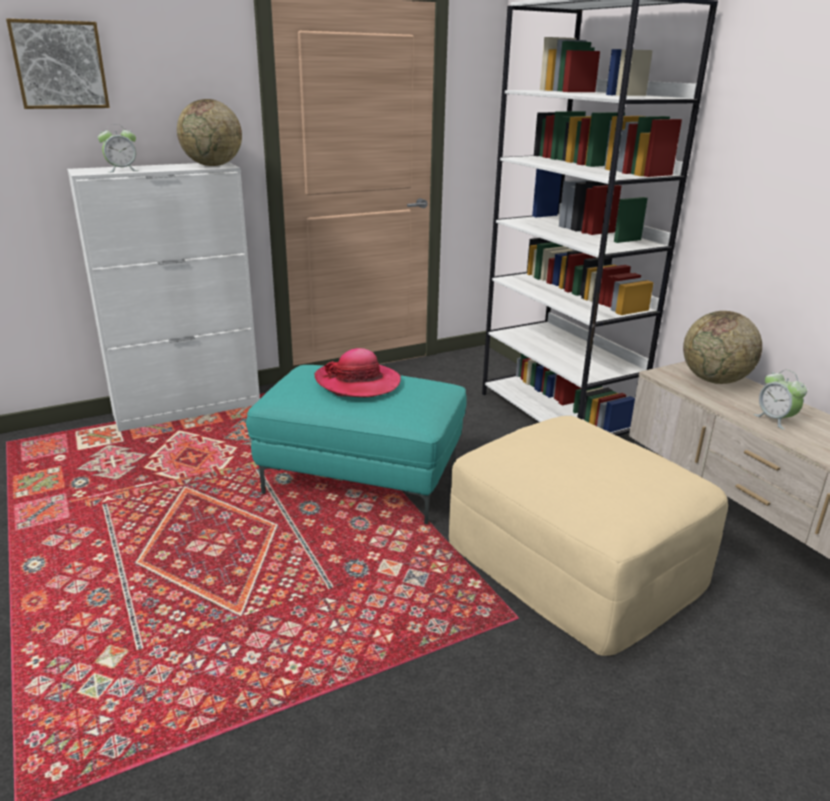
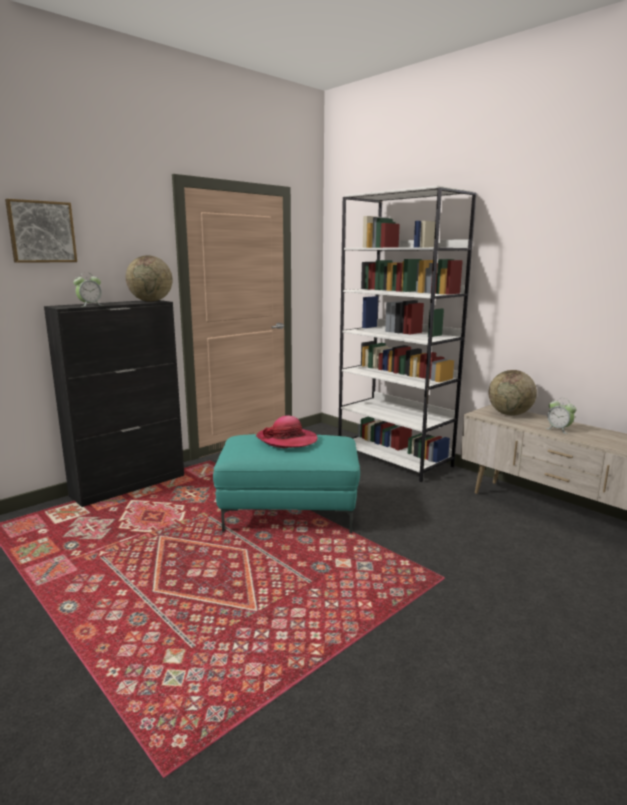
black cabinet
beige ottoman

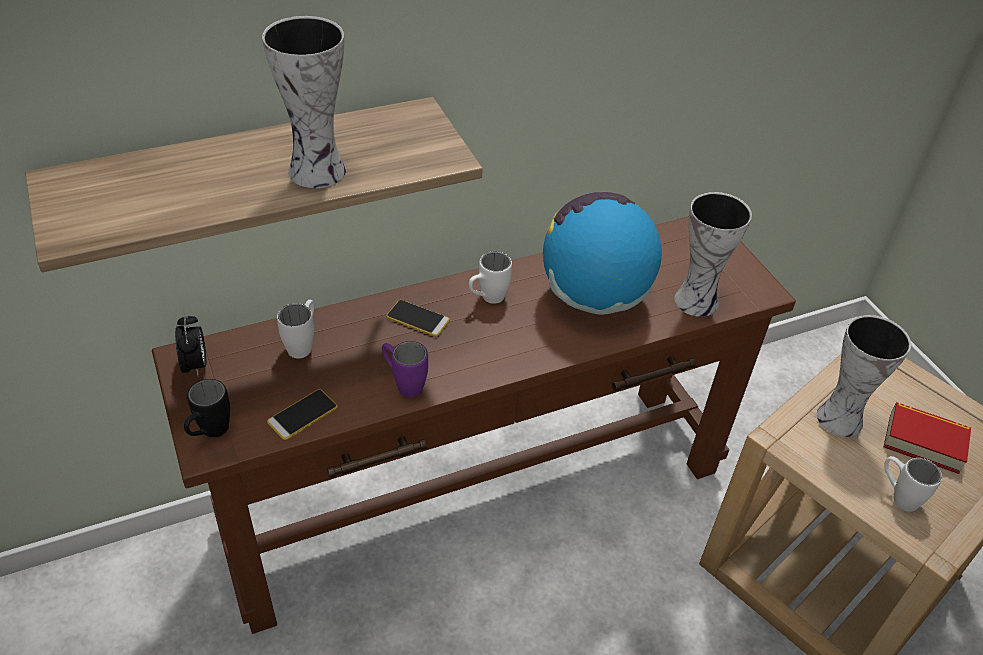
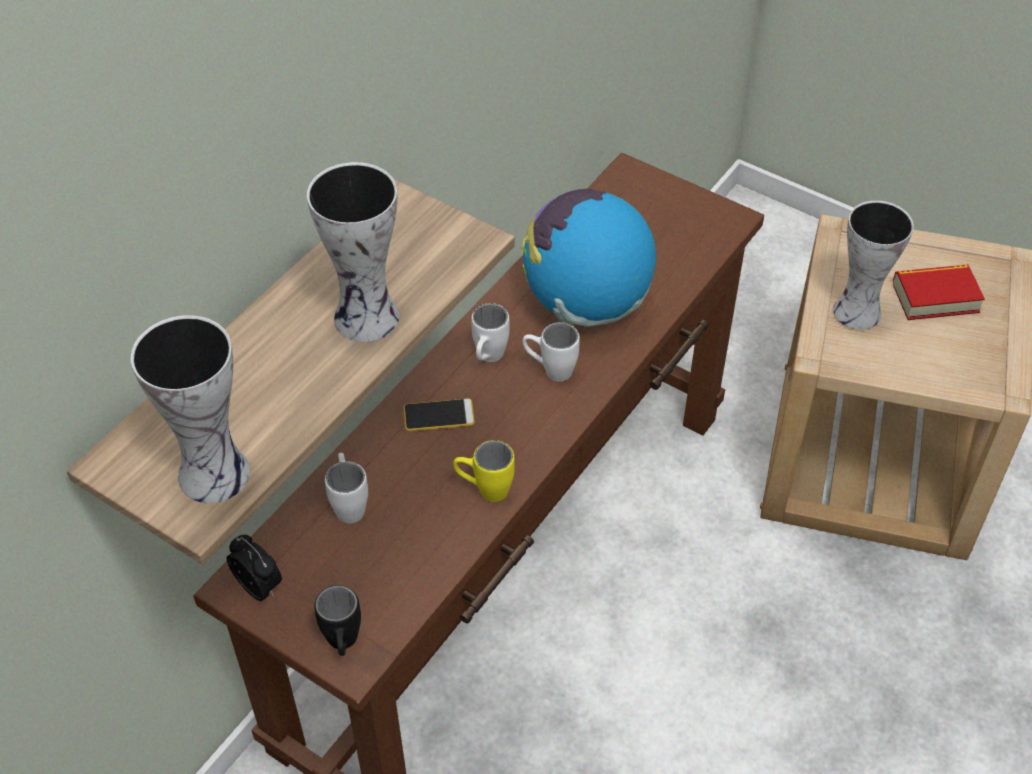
phone (1st from left in the first image)
yellow mug
vase (1st from left)
white mug (3rd from left)

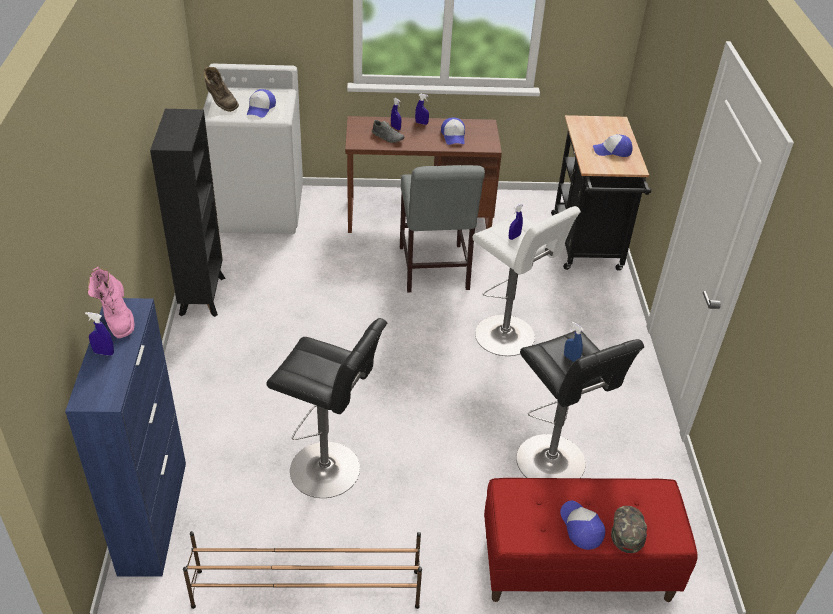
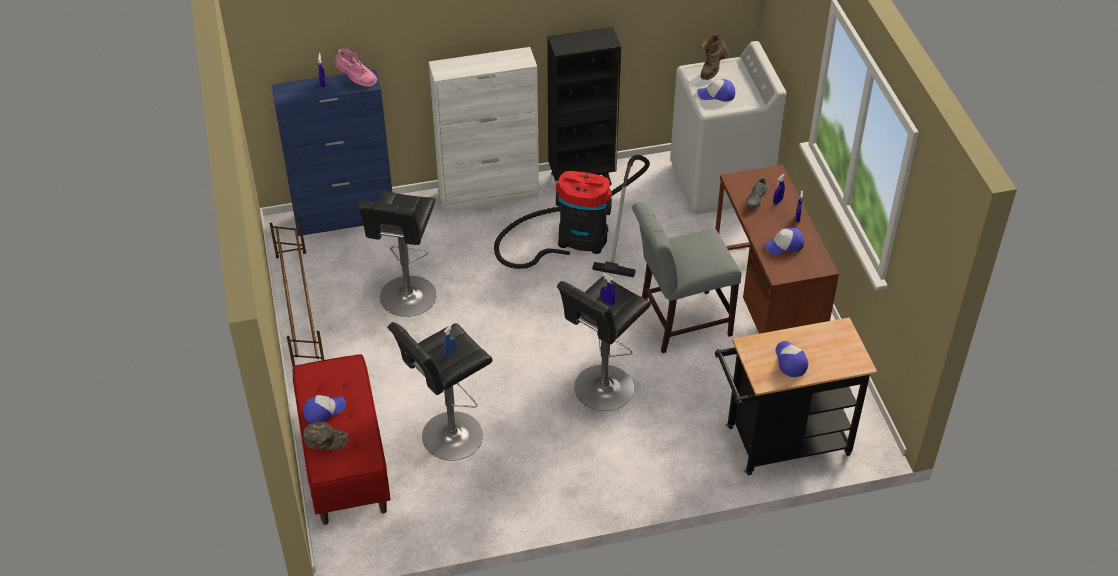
pink boot
black stool (3rd from left)
white cabinet
vacuum cleaner

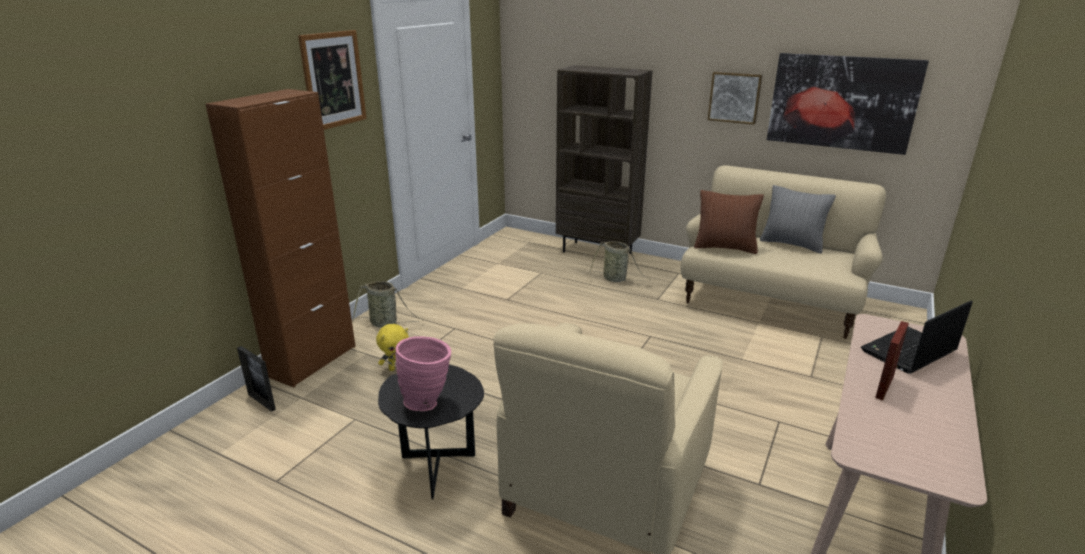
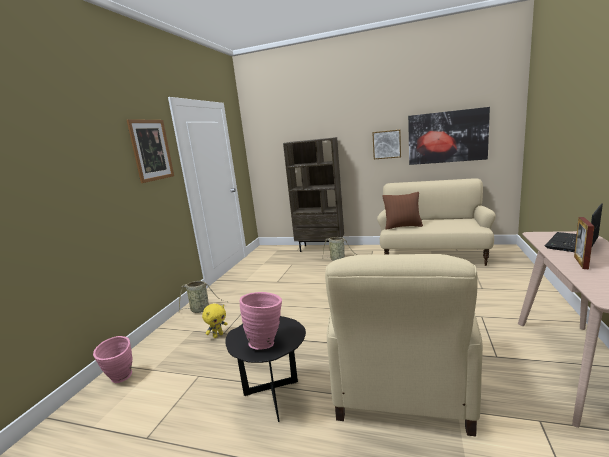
brown cabinet
pink vase (1st from left)
grey pillow

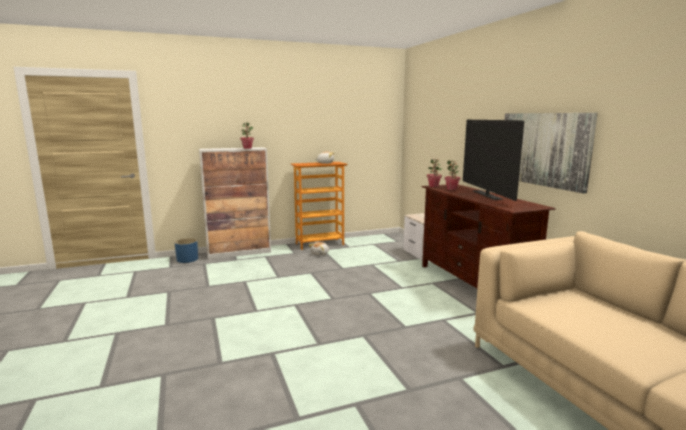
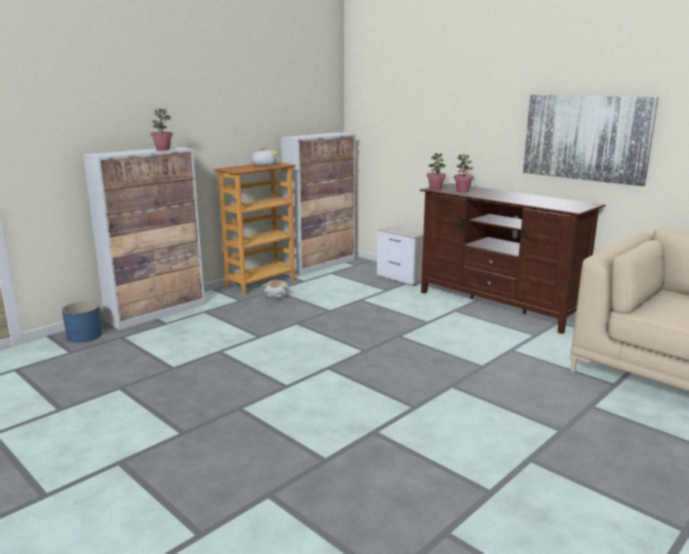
television
cabinet (2nd from left)

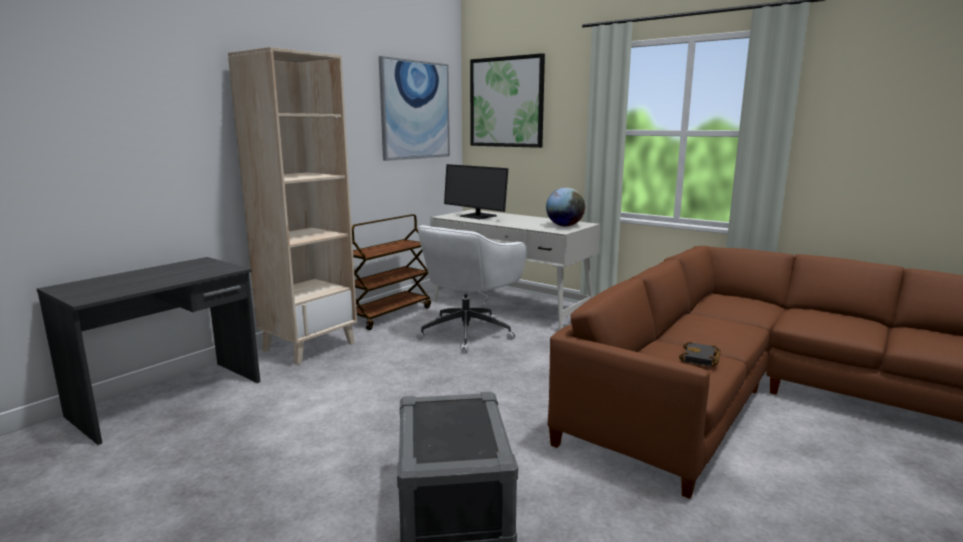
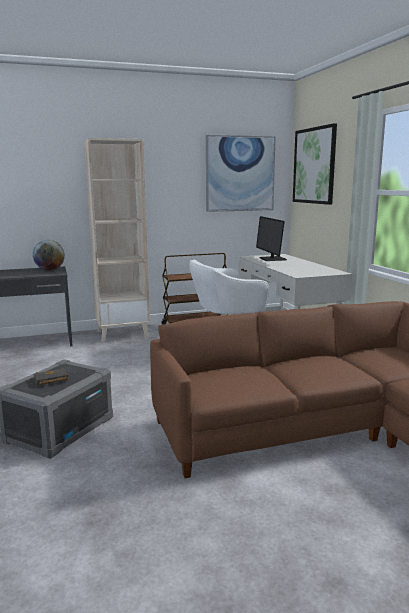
globe
black book

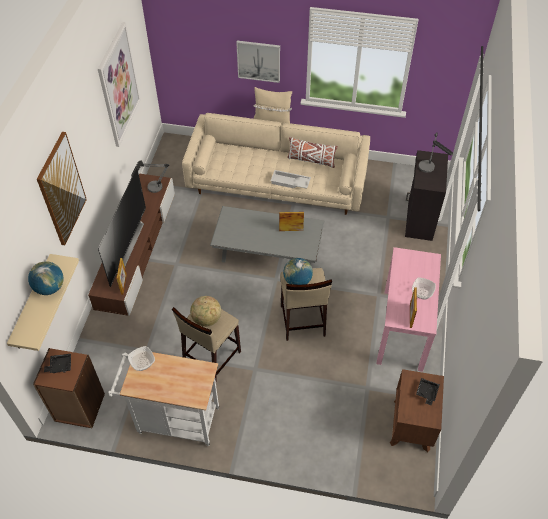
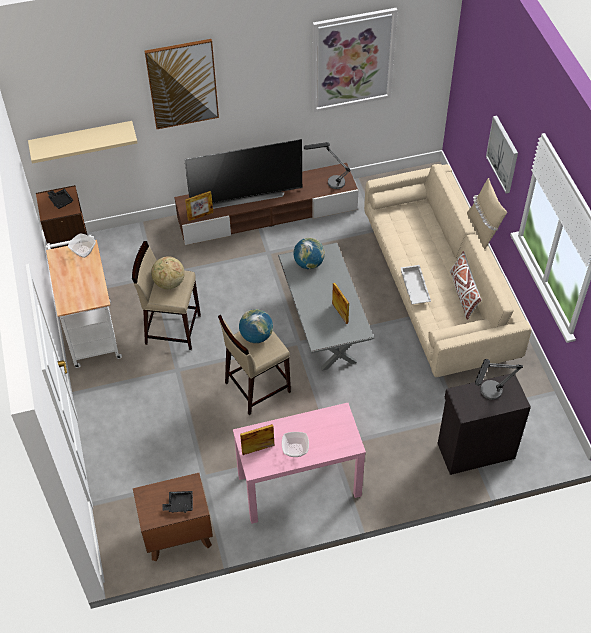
globe (3rd from left)

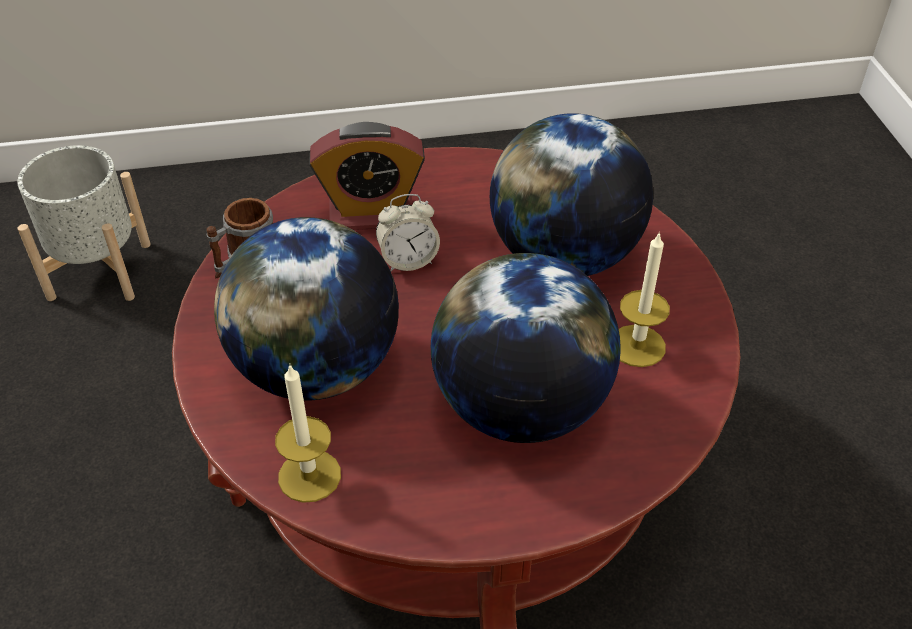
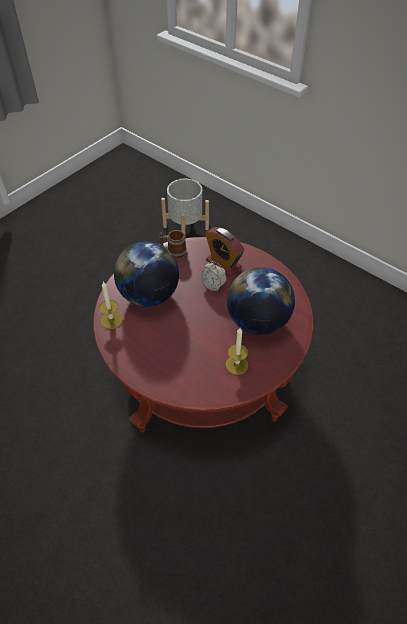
globe (2nd from left in the first image)

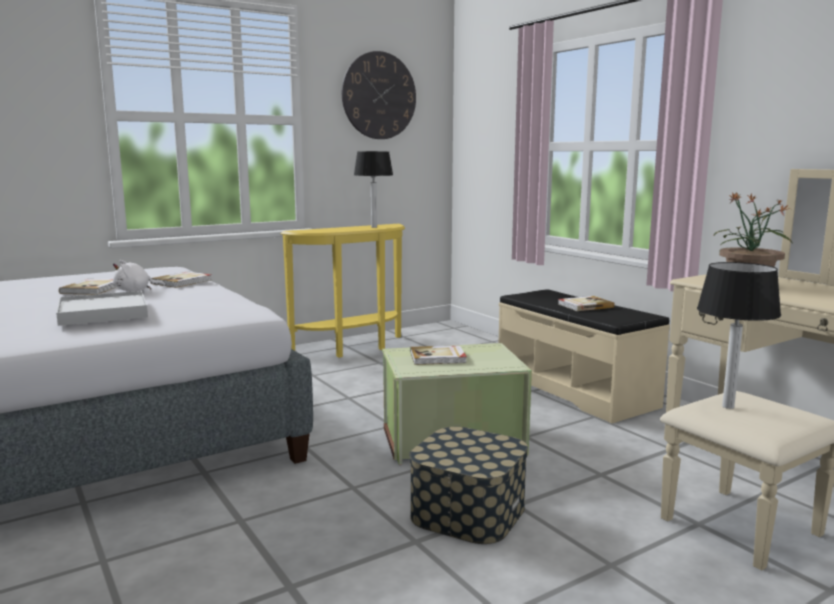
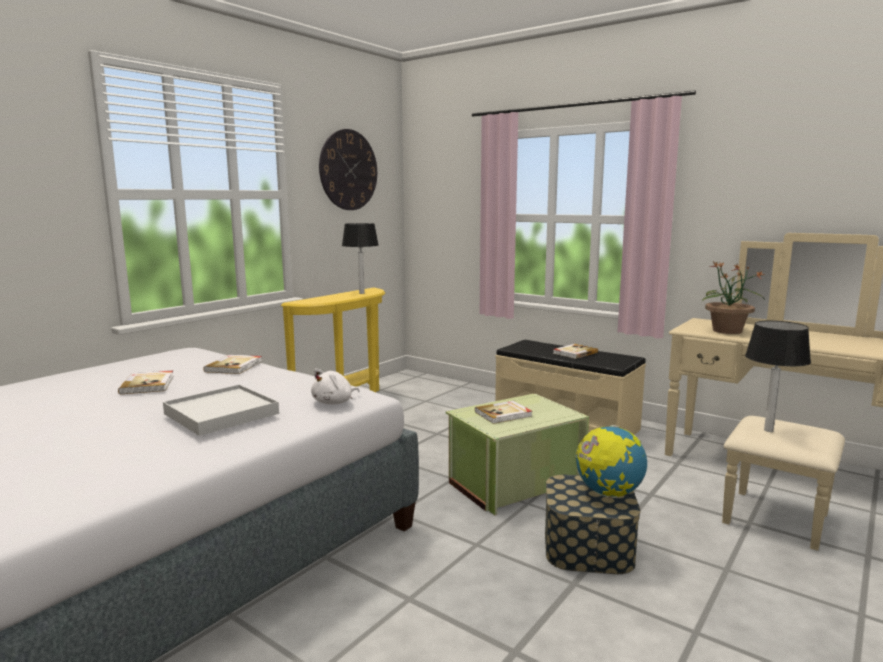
white plush toy
globe

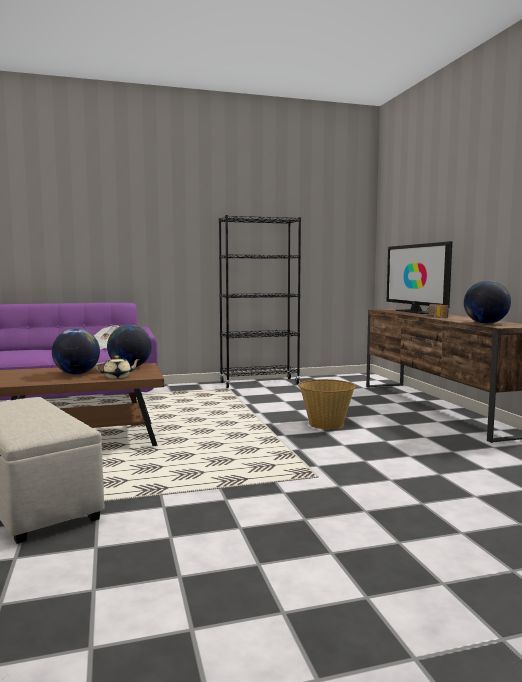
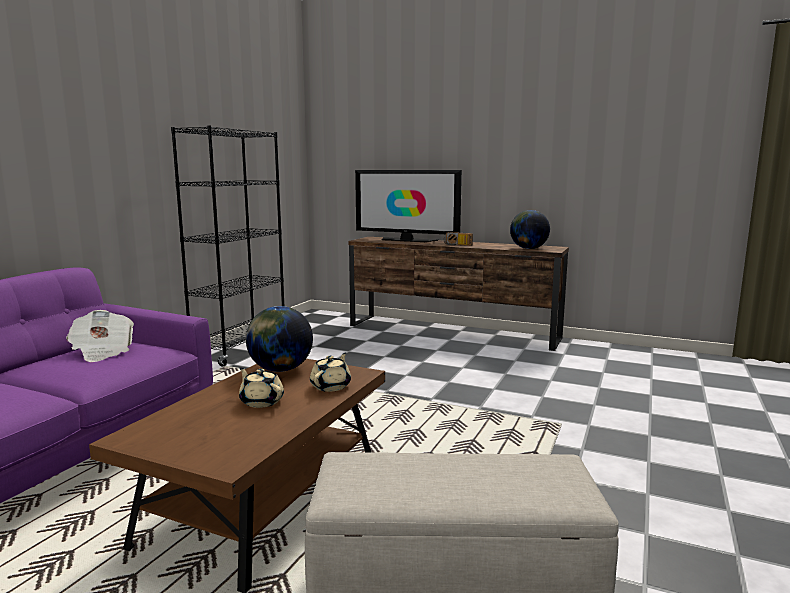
beige teapot (1st from left)
basket

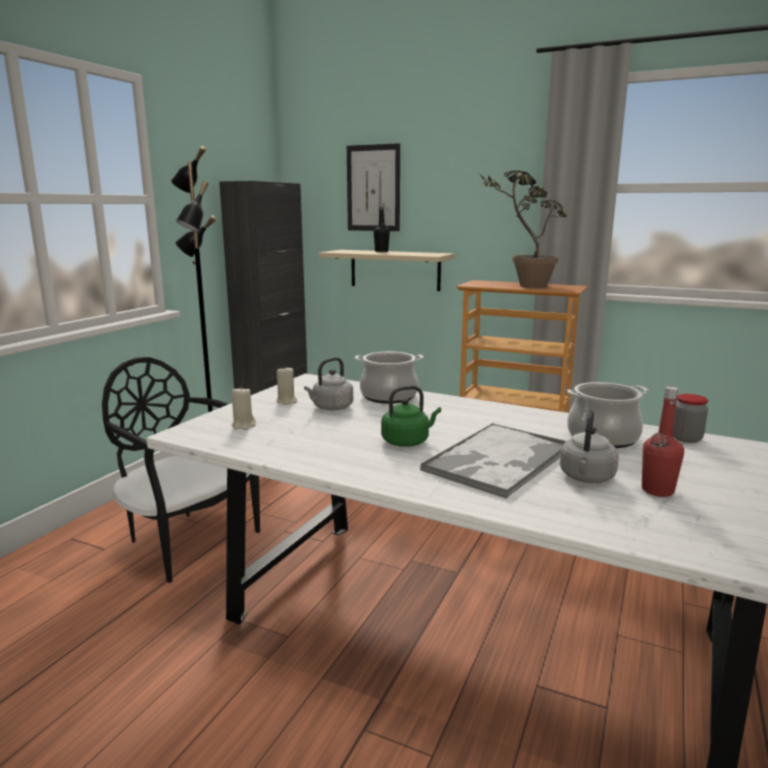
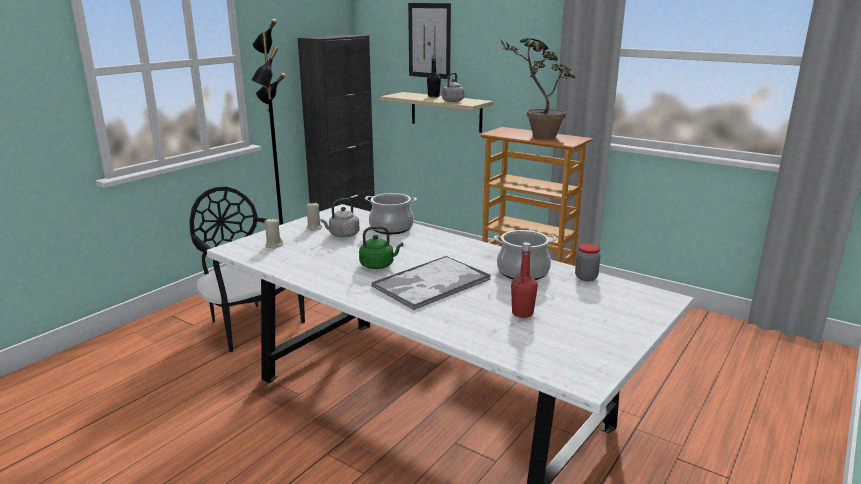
grey kettle (2nd from left)

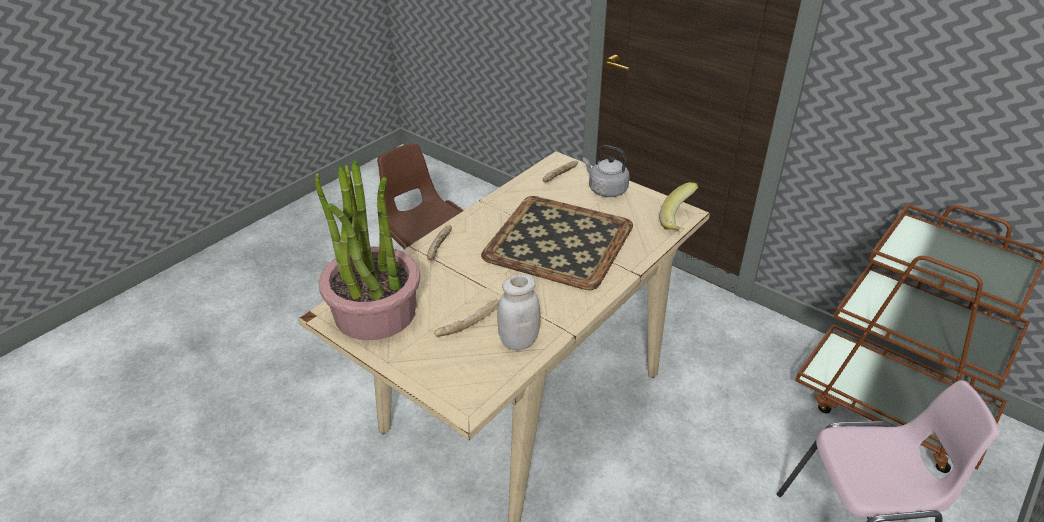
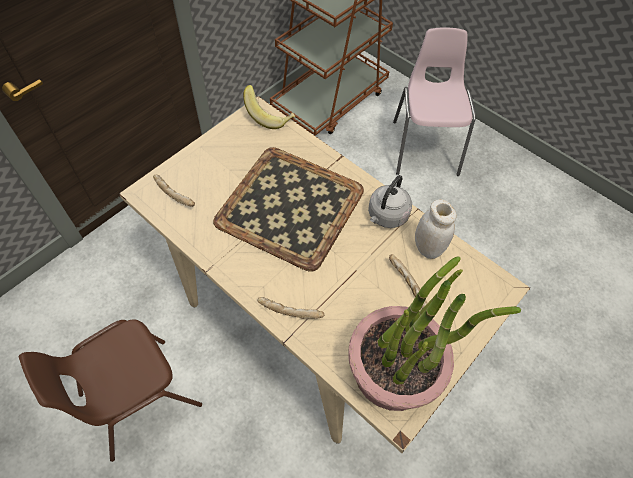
grey kettle

